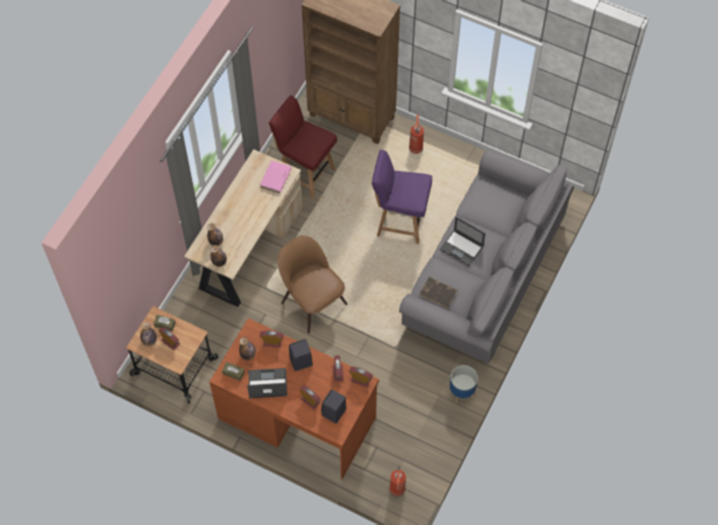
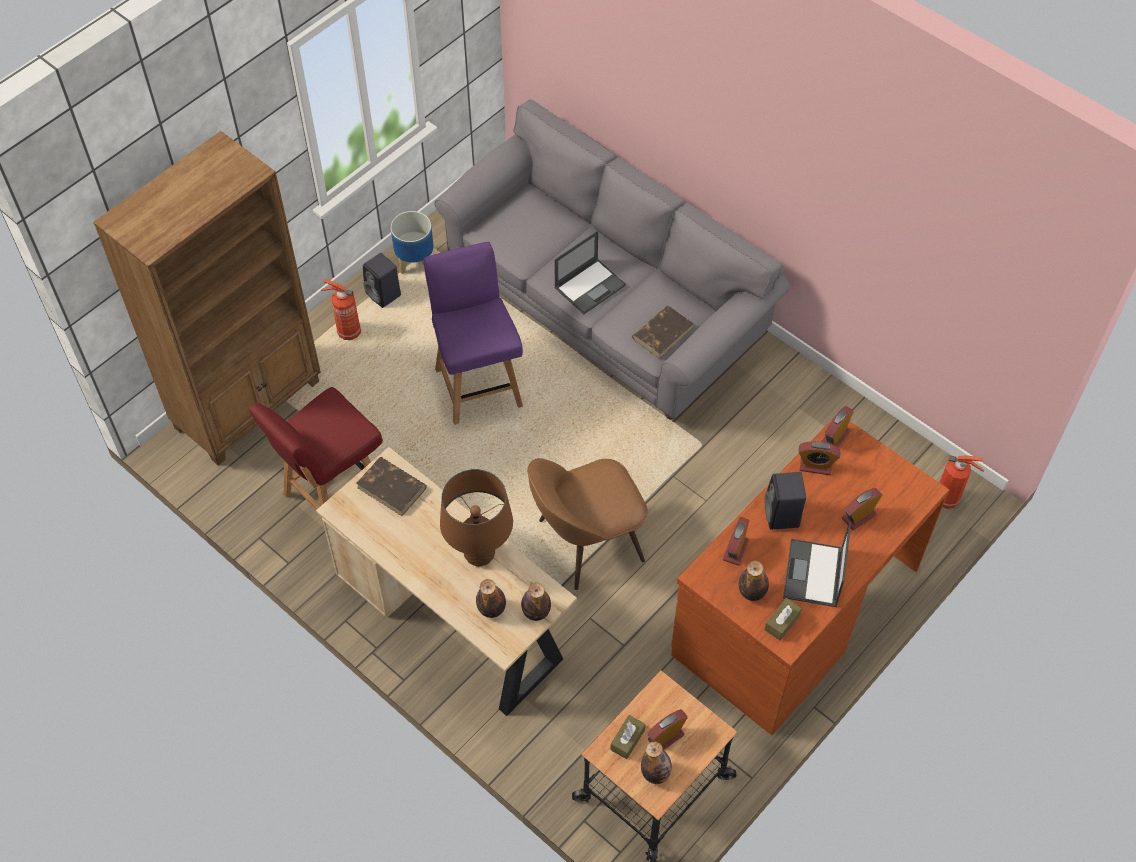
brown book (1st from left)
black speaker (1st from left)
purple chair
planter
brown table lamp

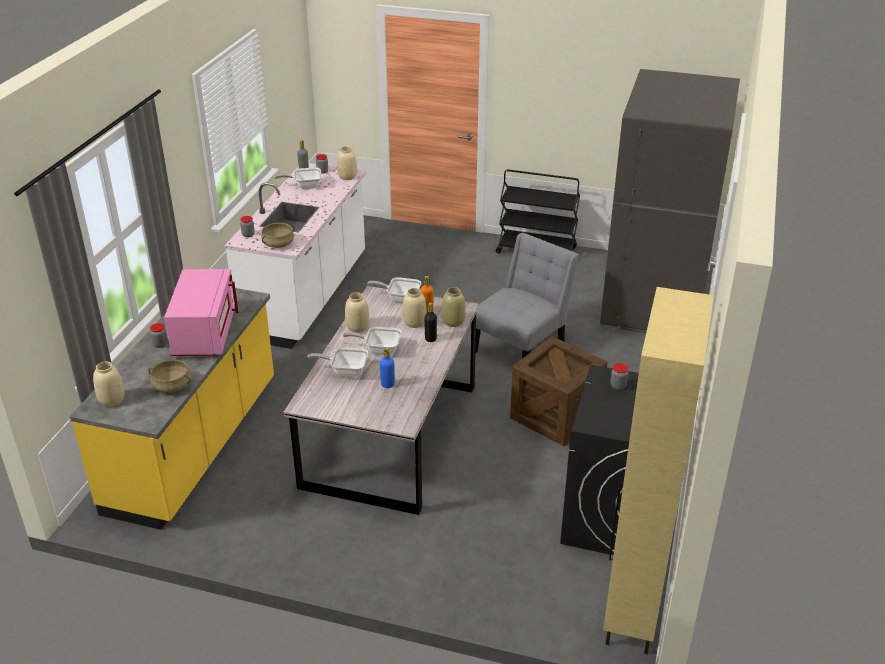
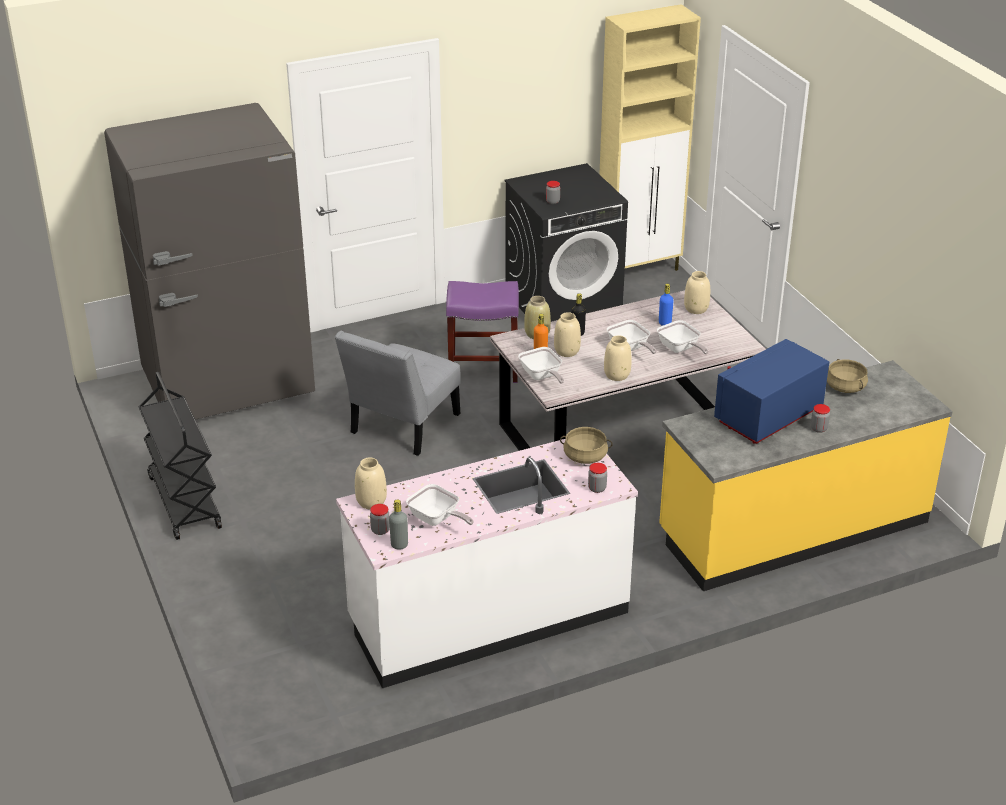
beige vase (5th from left)
blue microwave
grey chair
purple stool

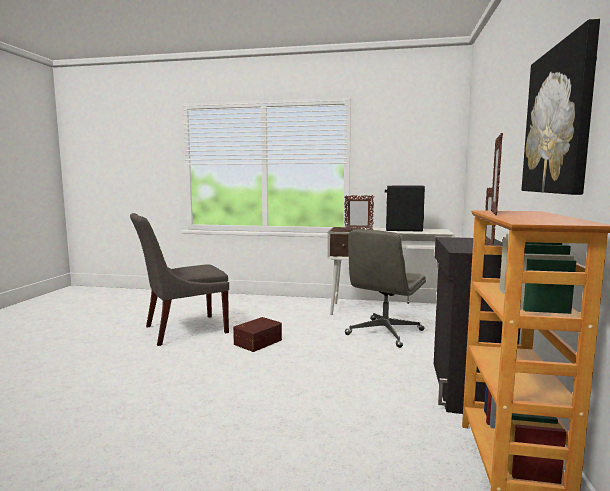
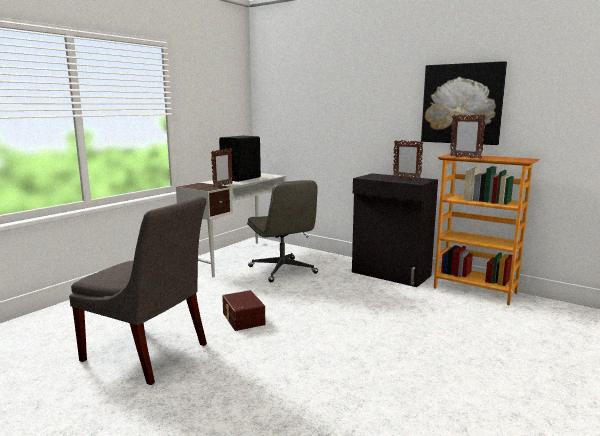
grey chair

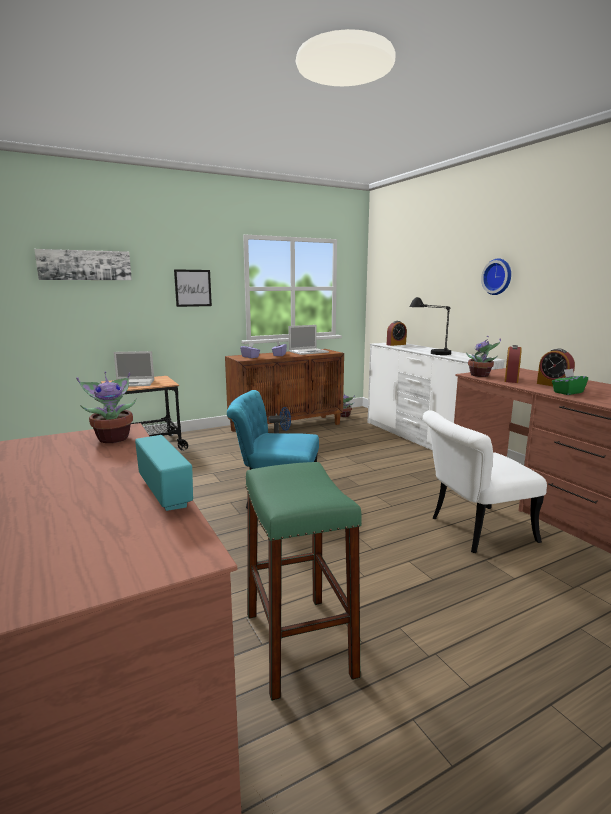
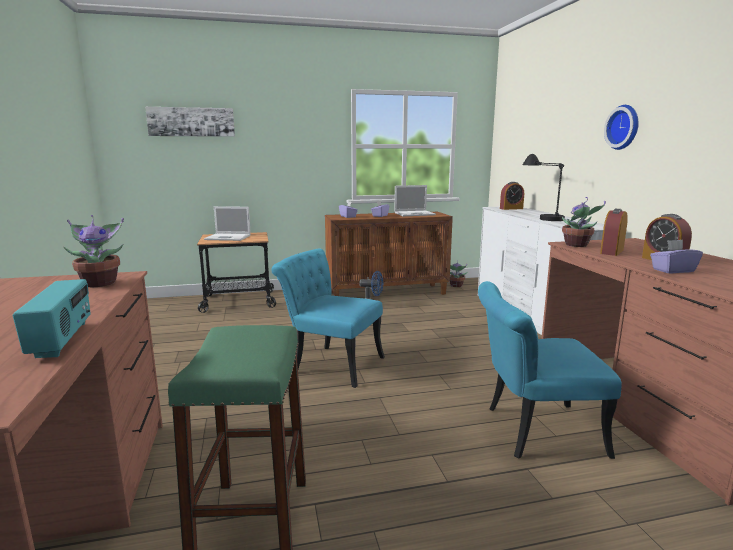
picture (2nd from left in the first image)
turquoise chair (2nd from left)
purple tissue box (3rd from left)

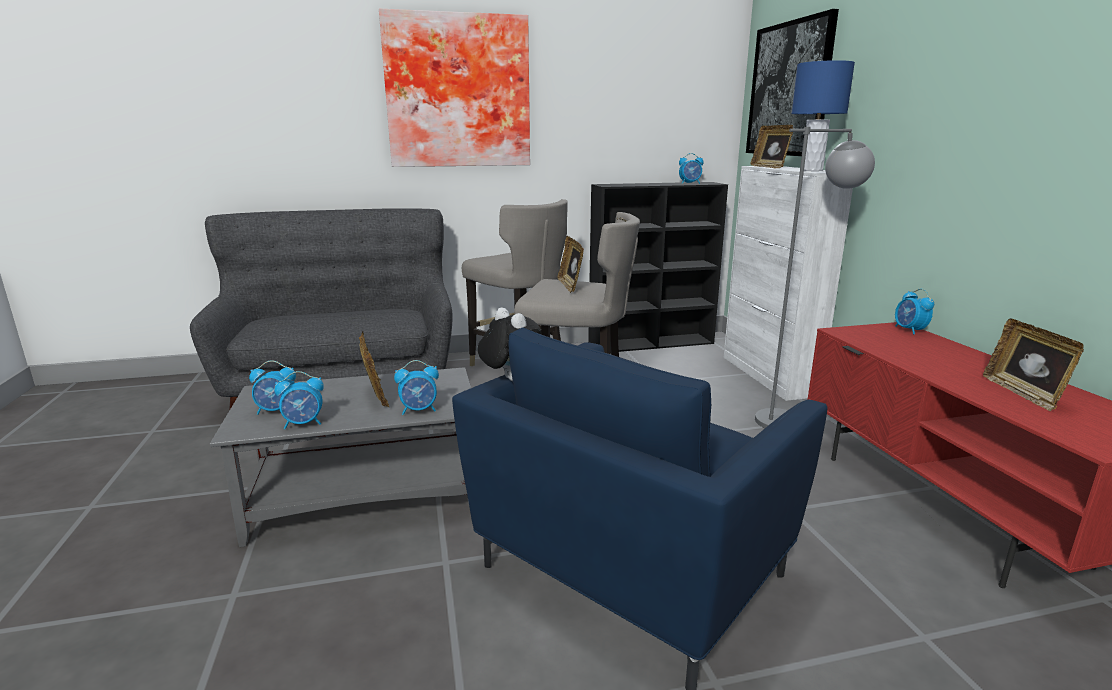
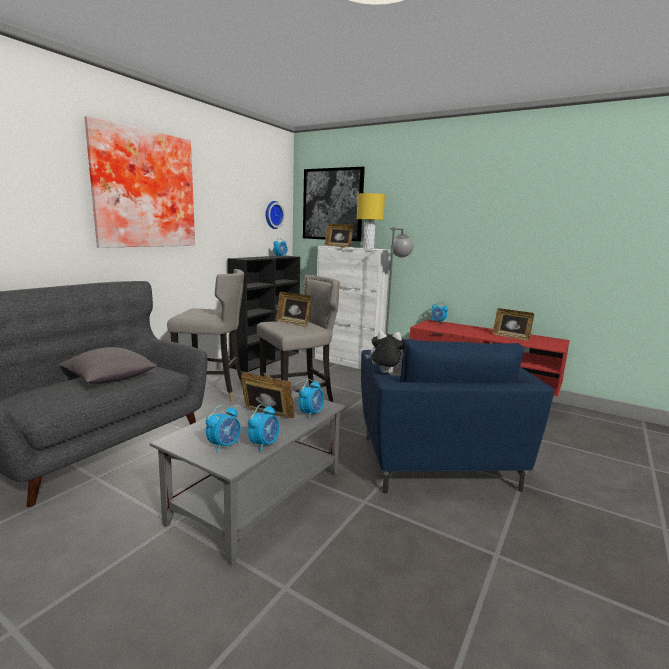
yellow table lamp
grey pillow
wall clock

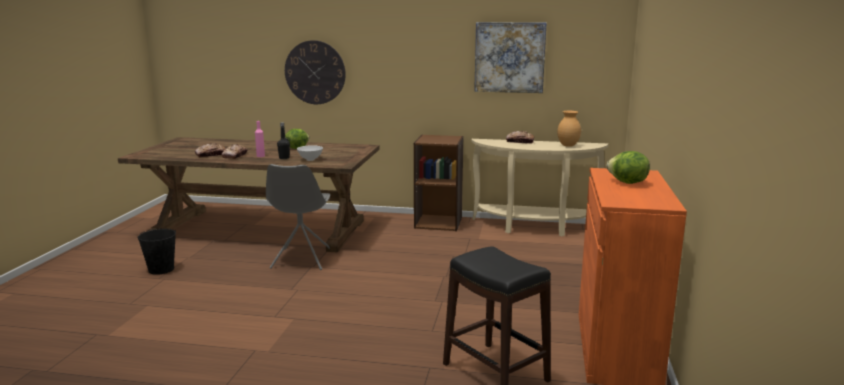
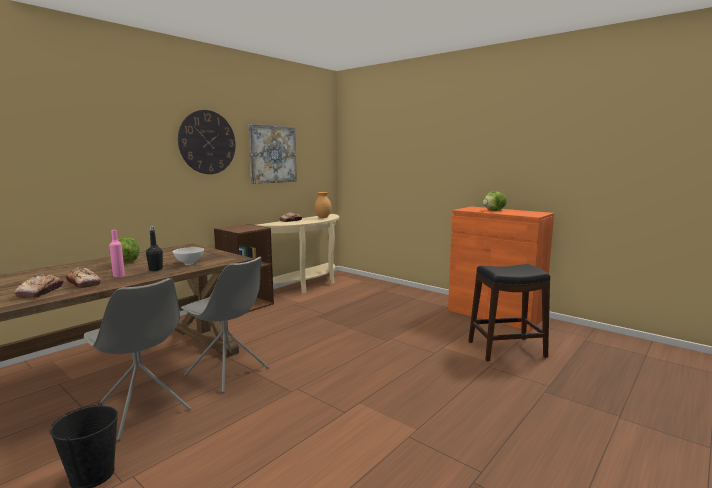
wall clock
grey chair (1st from left)

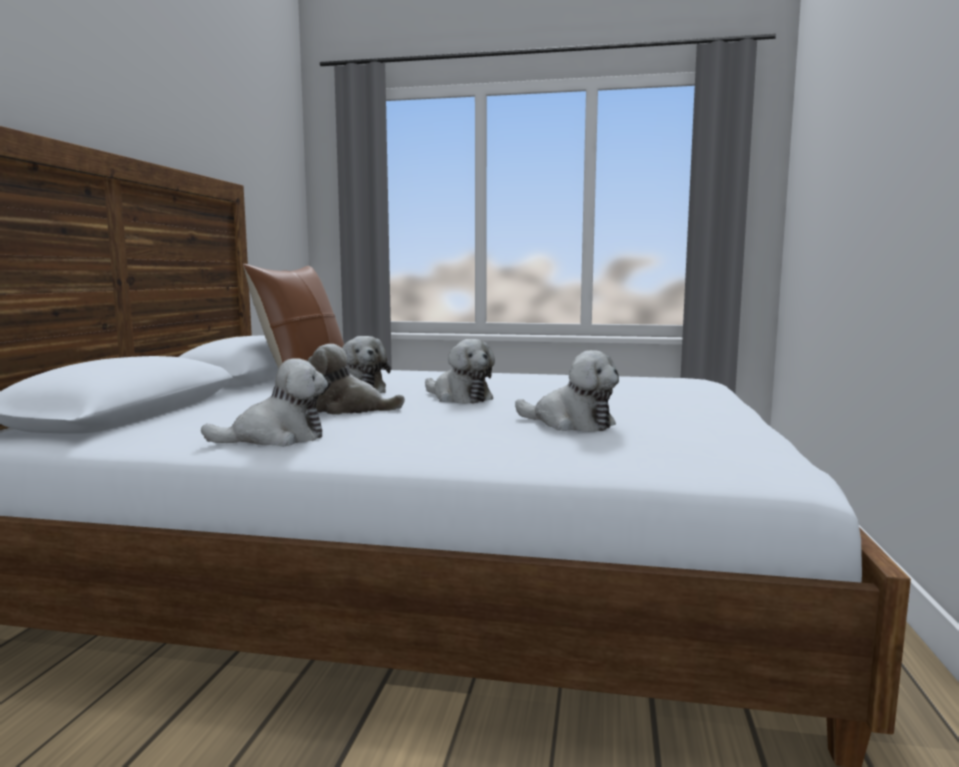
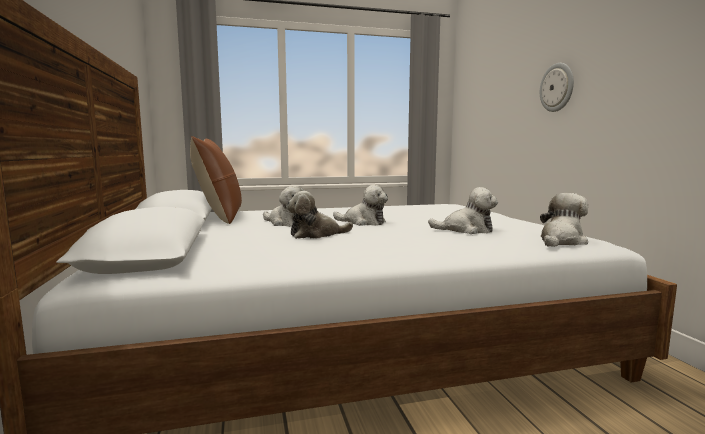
plush toy (5th from left)
wall clock

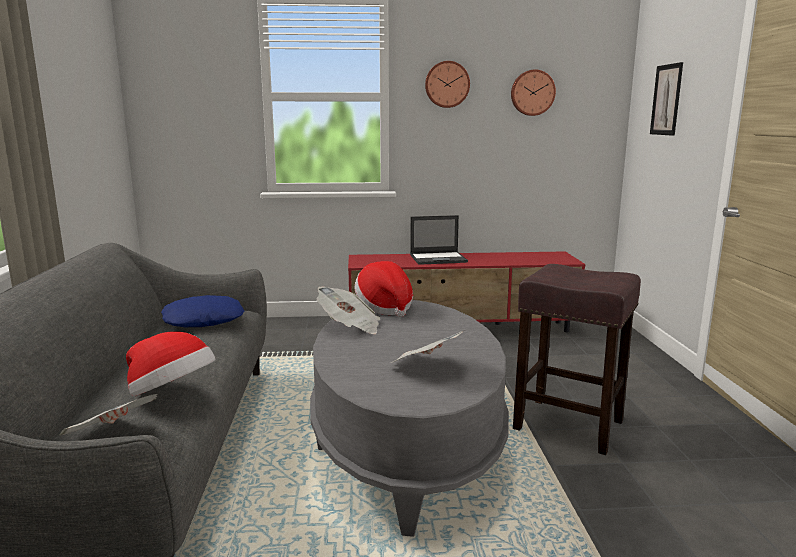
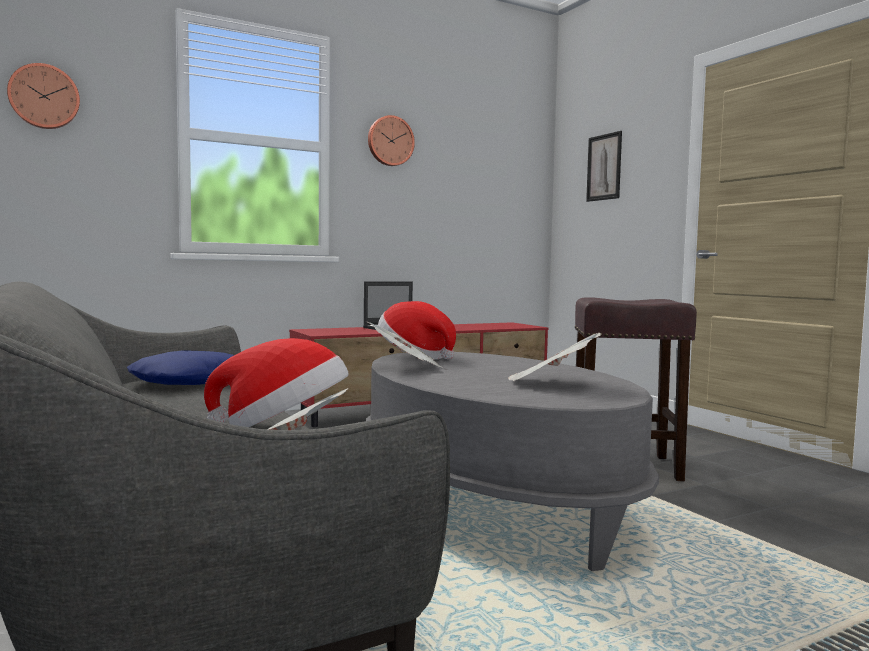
wall clock (1st from left)

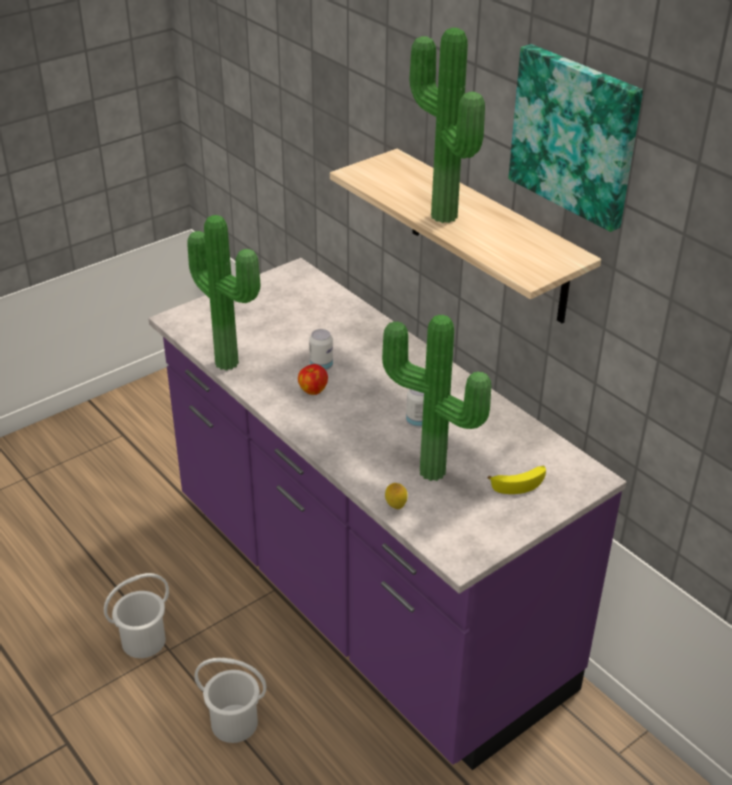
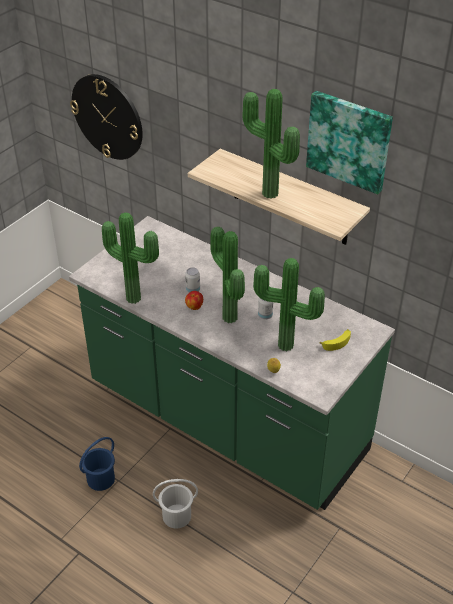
blue bucket
green counter
wall clock
potted plant (2nd from left)

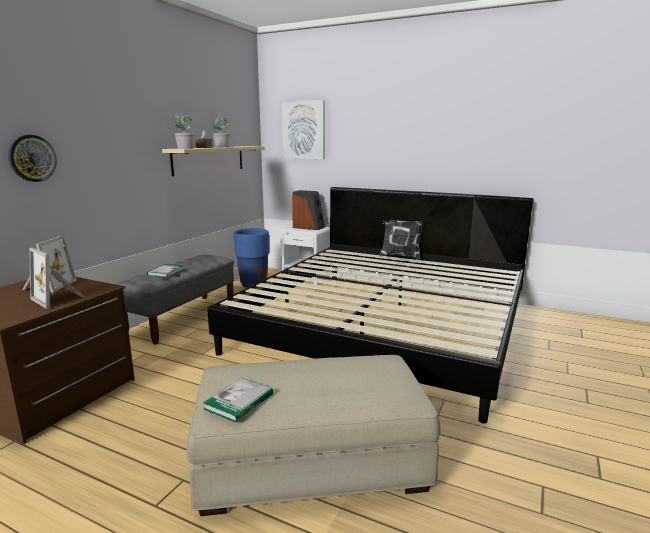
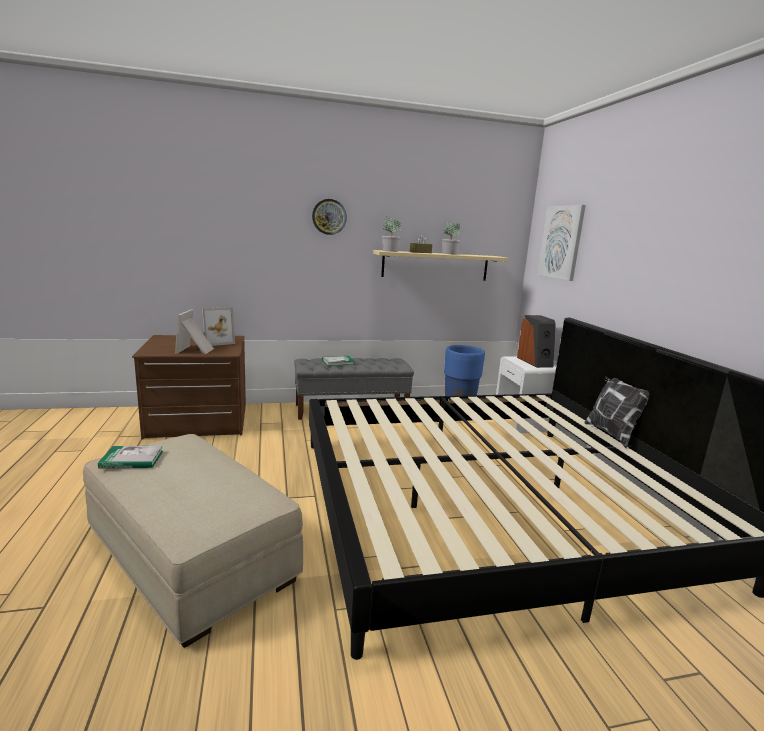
wall clock

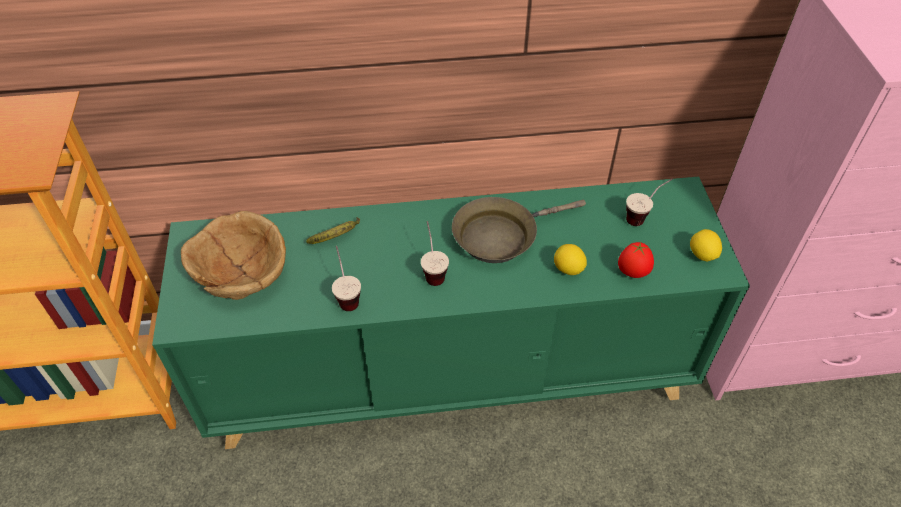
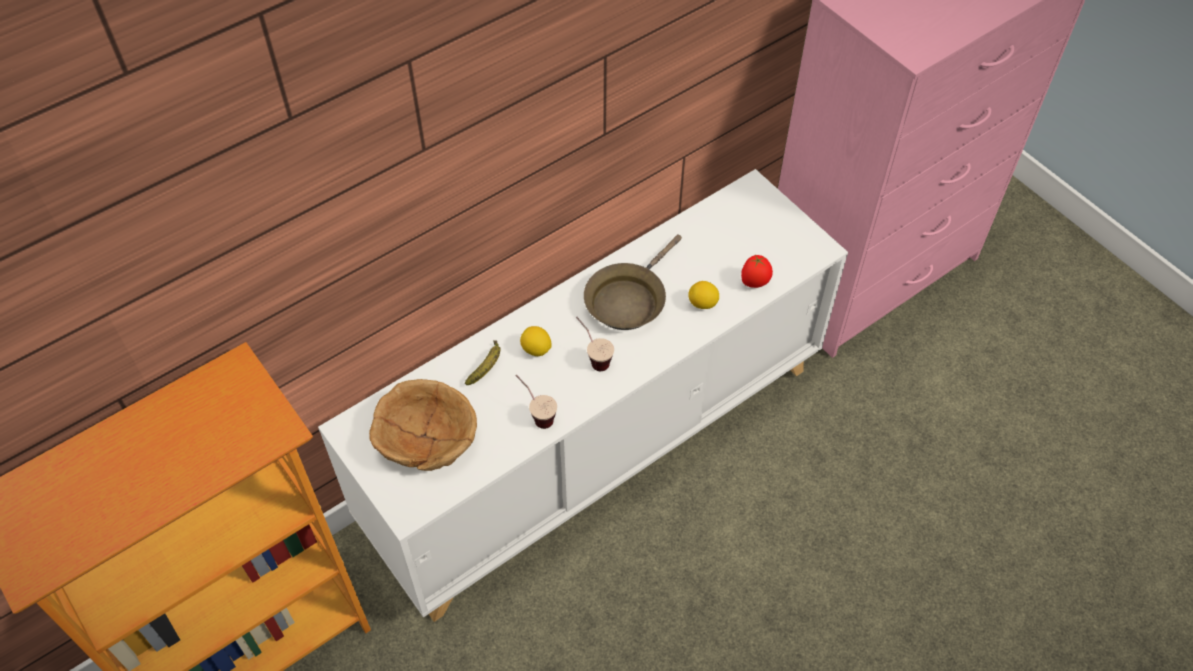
white cabinet
cup (3rd from left in the first image)
lemon (1st from left)

